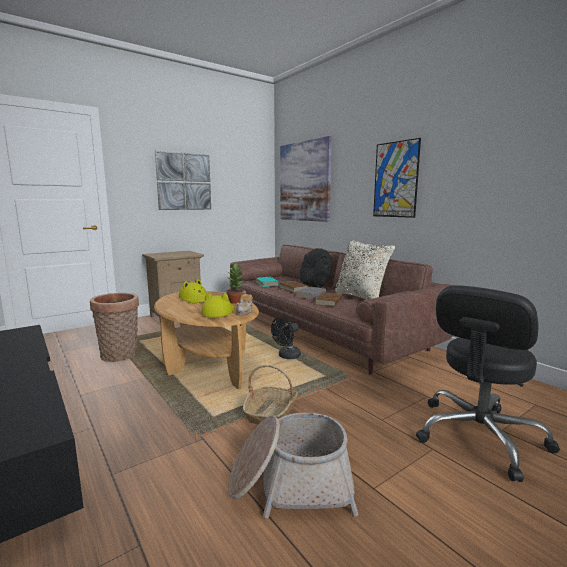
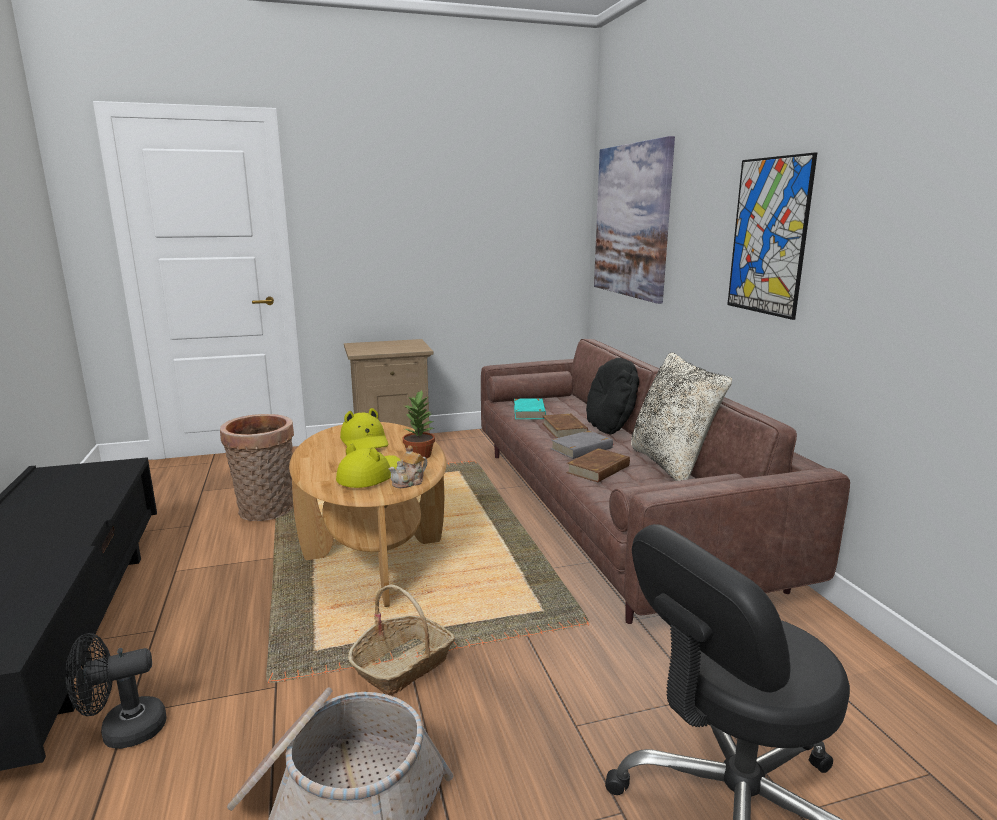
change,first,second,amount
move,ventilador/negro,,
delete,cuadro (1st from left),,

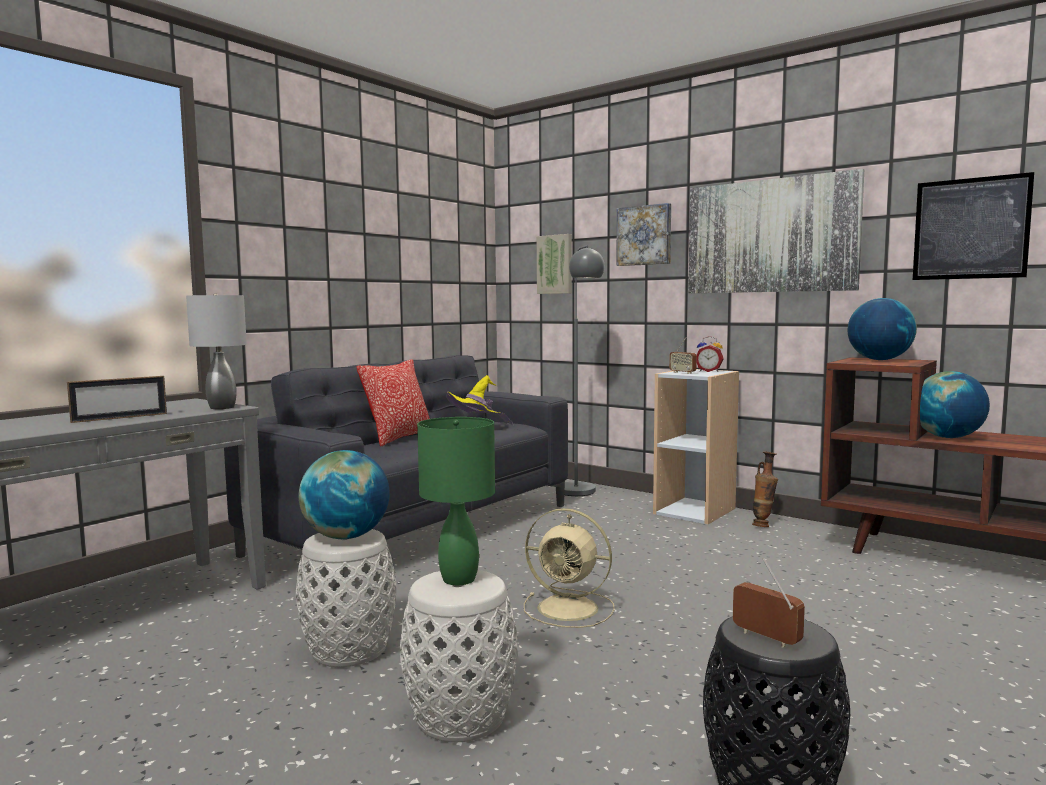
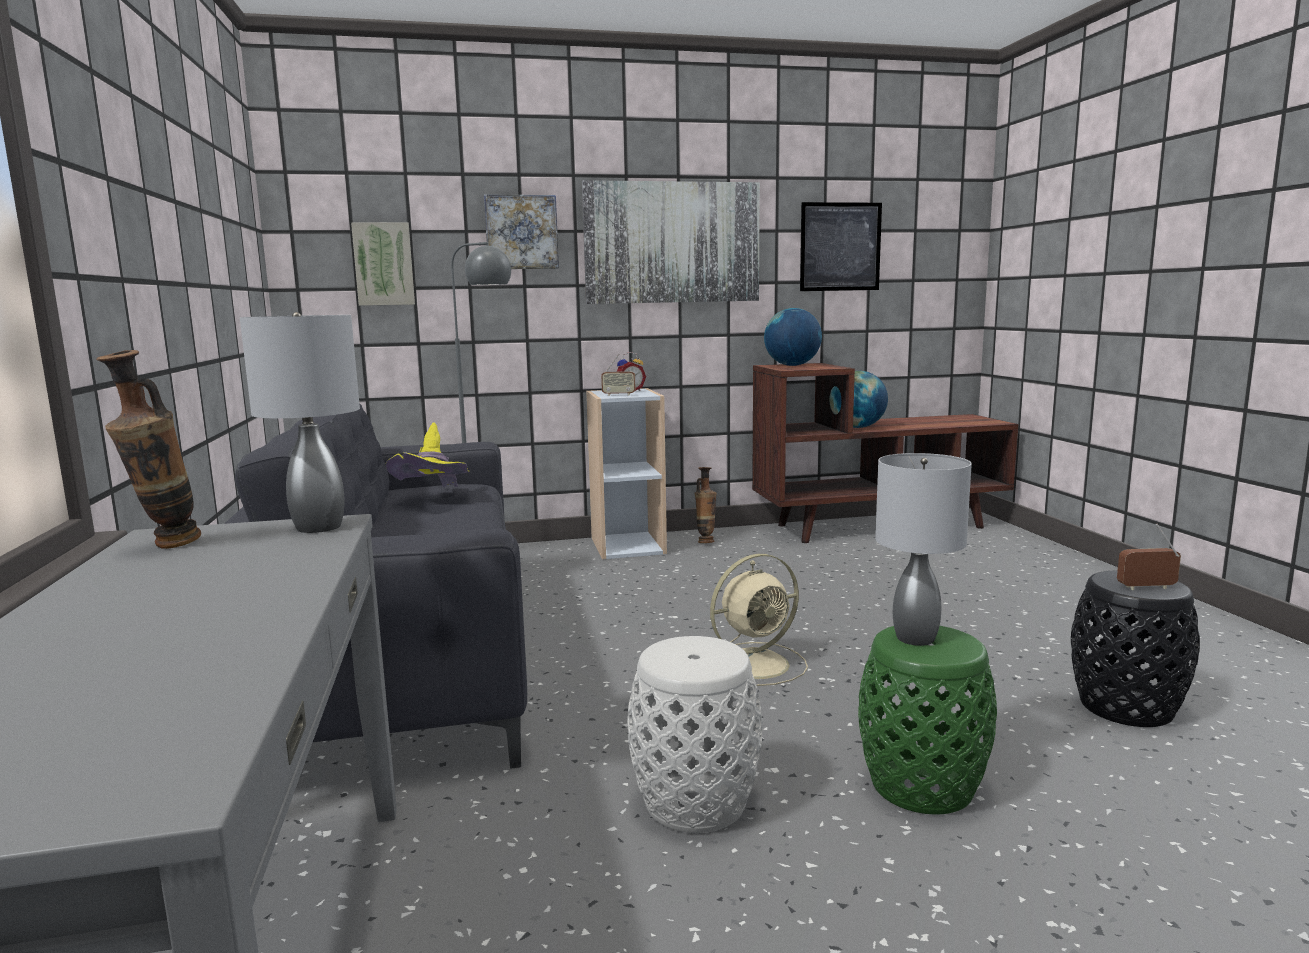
change,first,second,amount
insert,,florero (1st from left),
recolor,taburete/blanco (2nd from left),taburete/verde,
recolor,lámpara de mesa/verde,lámpara de mesa/gris (2nd from left),
delete,portarretratos,,
delete,globo terráqueo (1st from left),,
delete,cojín,,

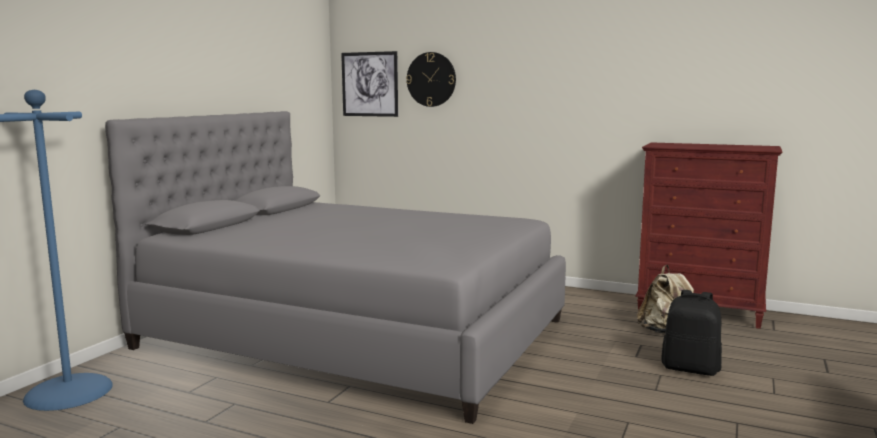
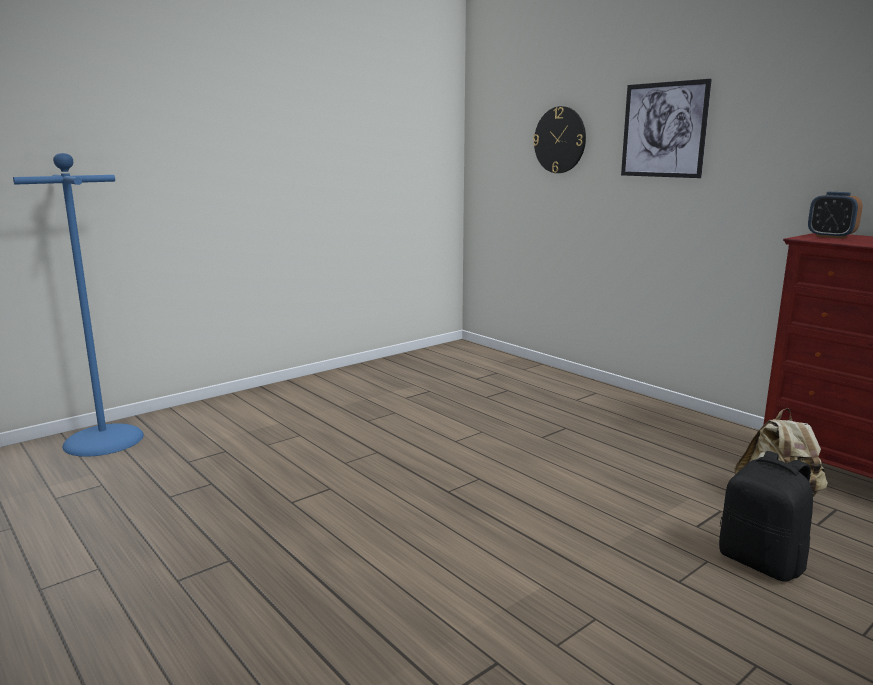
change,first,second,amount
move,cuadro,,
insert,,despertador,
delete,cama/gris,,

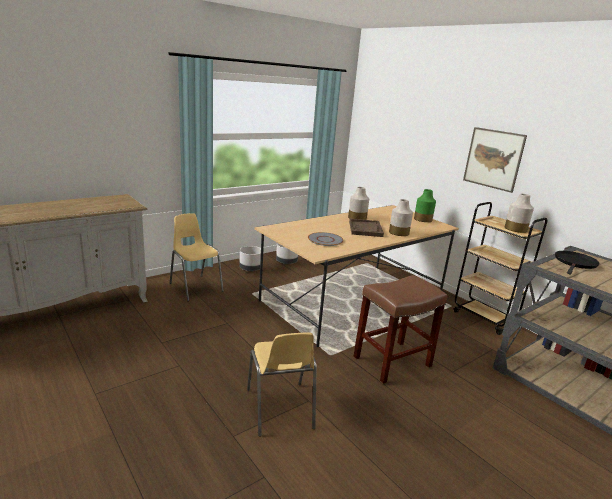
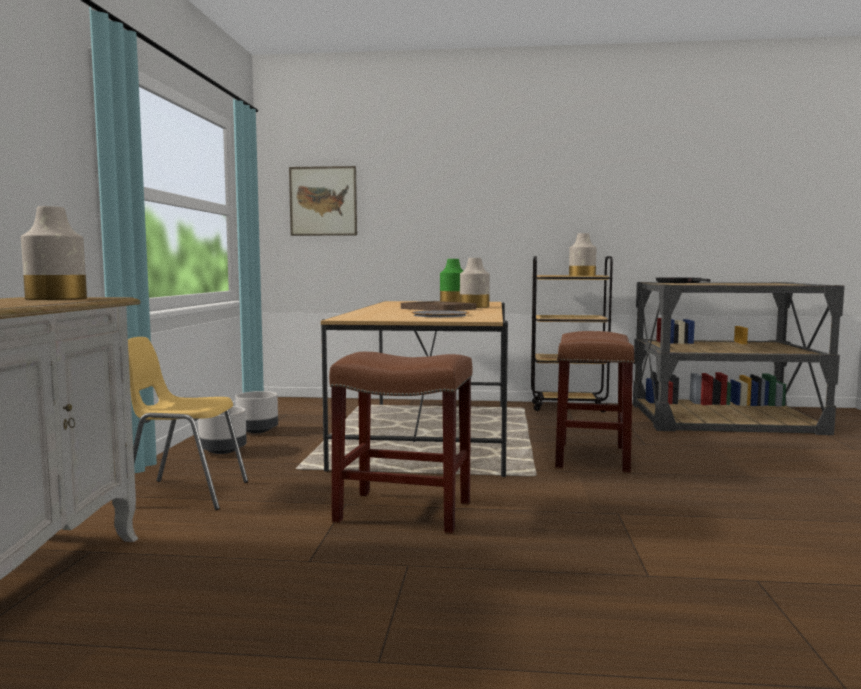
change,first,second,amount
move,florero/beis (1st from left),,
move,cuadro,,
insert,,taburete/marrón (1st from left),
delete,silla/amarillo (2nd from left),,

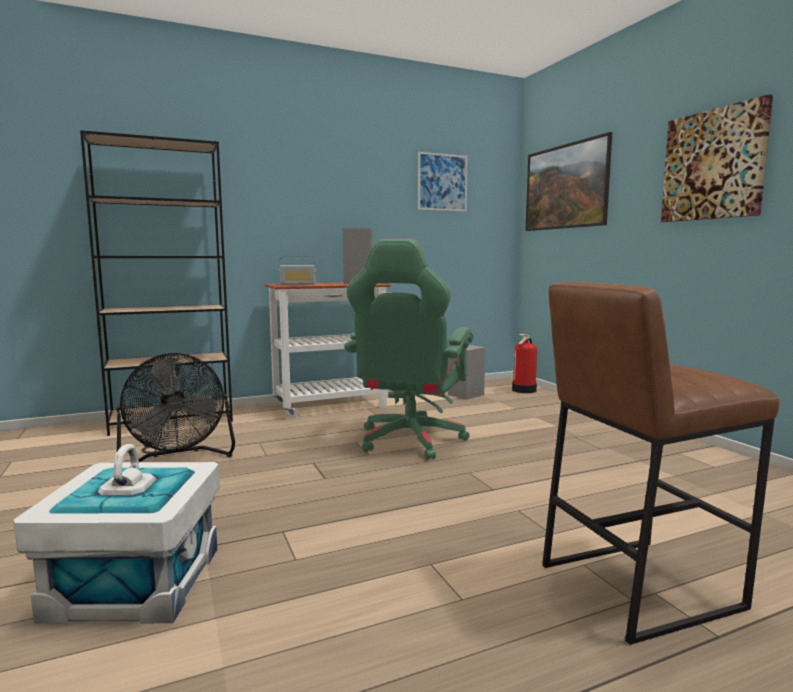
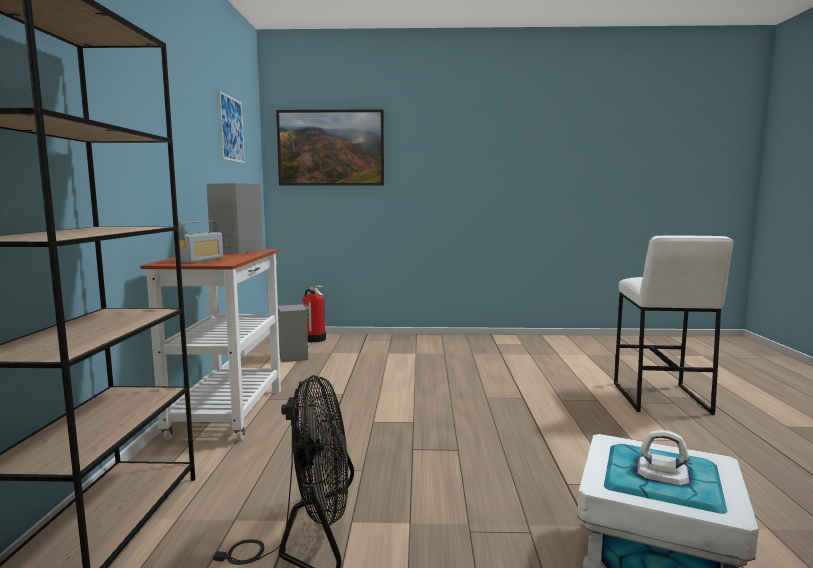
change,first,second,amount
recolor,taburete/marrón,taburete/blanco,
delete,silla de oficina/verde,,
delete,cuadro (3rd from left),,

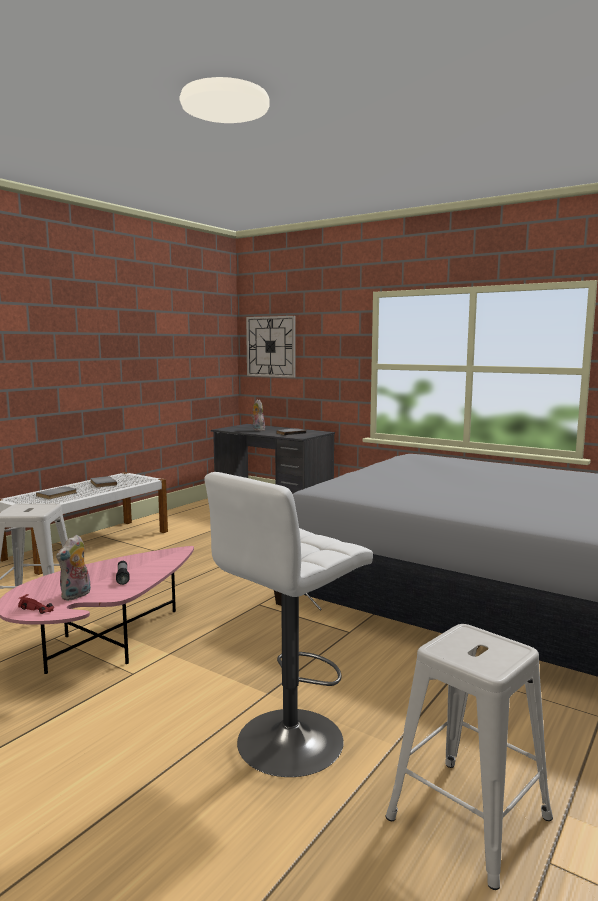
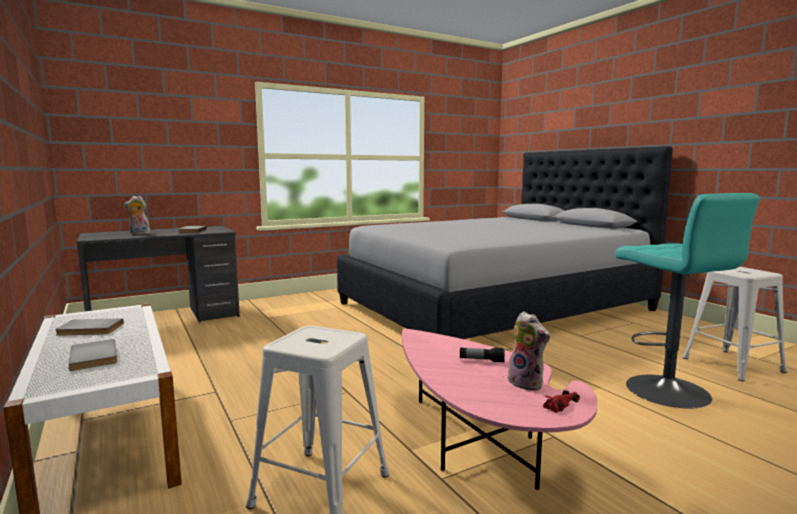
change,first,second,amount
recolor,taburete/blanco (2nd from left),taburete/turquesa,
delete,reloj de pared,,

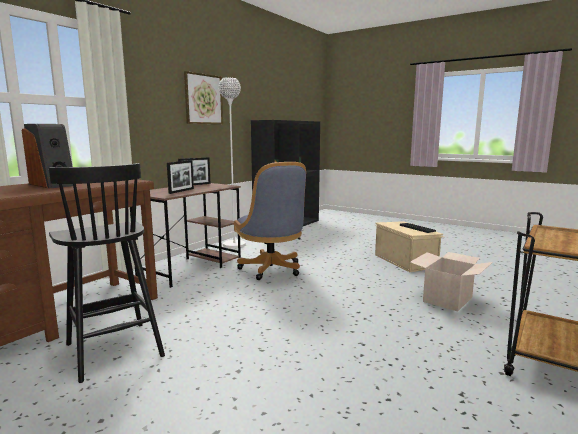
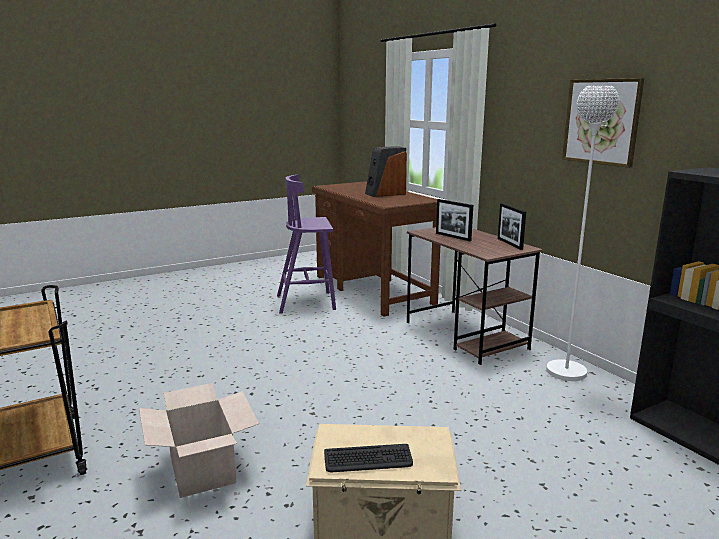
change,first,second,amount
recolor,taburete/negro,taburete/morado,
delete,silla de oficina/azul,,

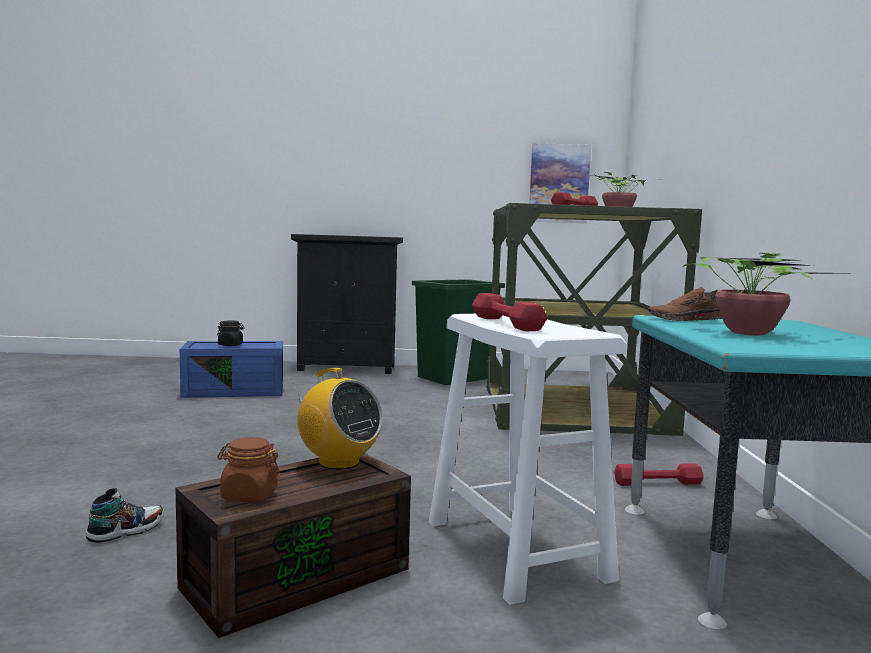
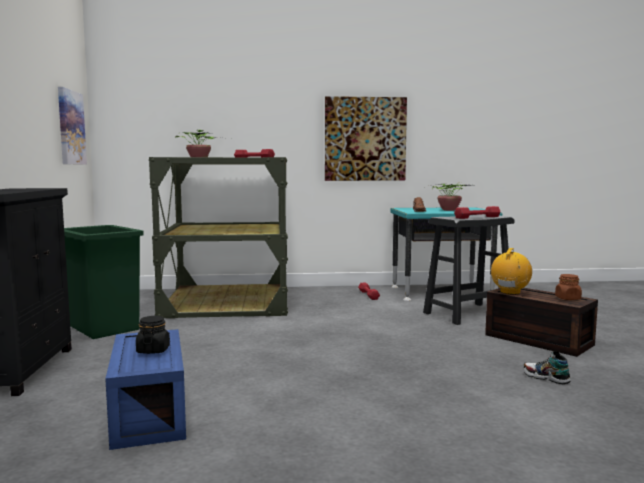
change,first,second,amount
insert,,cuadro (2nd from left),
recolor,taburete/blanco,taburete/negro,

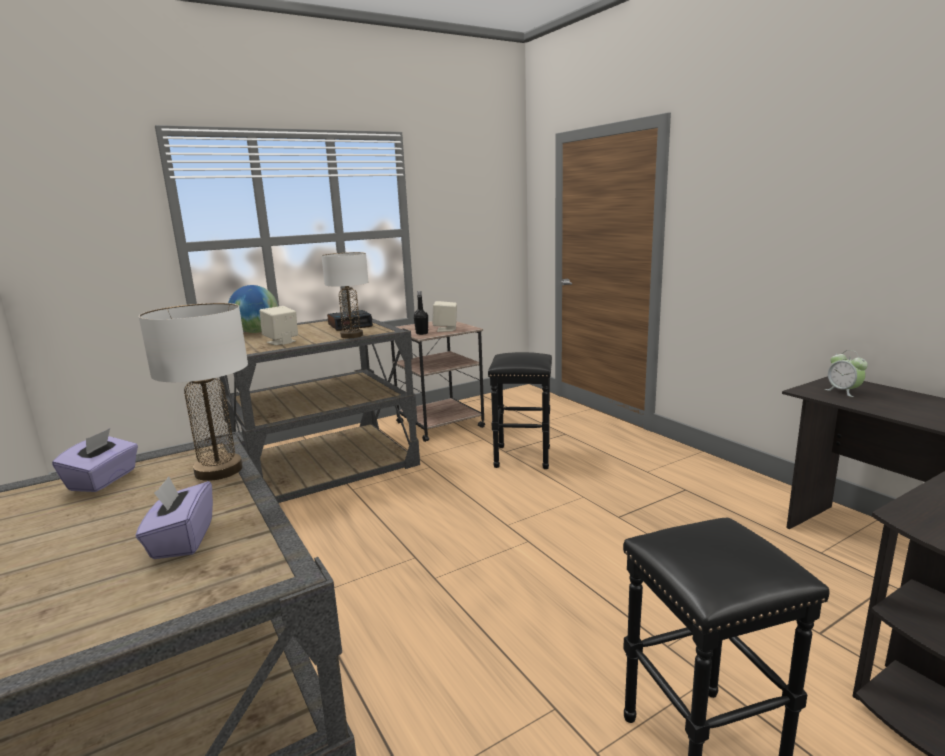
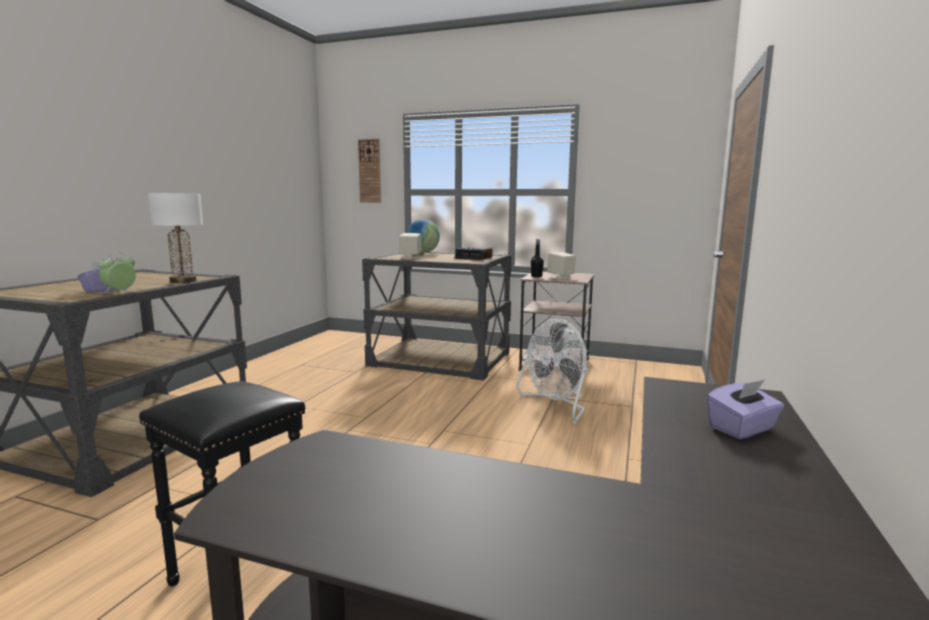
change,first,second,amount
move,despertador (2nd from left in the first image),despertador (1st from left),
insert,,reloj de pared,
replace,taburete/negro (1st from left),ventilador/blanco,
move,caja de pañuelos/morado (1st from left in the first image),caja de pañuelos/morado (2nd from left),
delete,lámpara de mesa (2nd from left),,

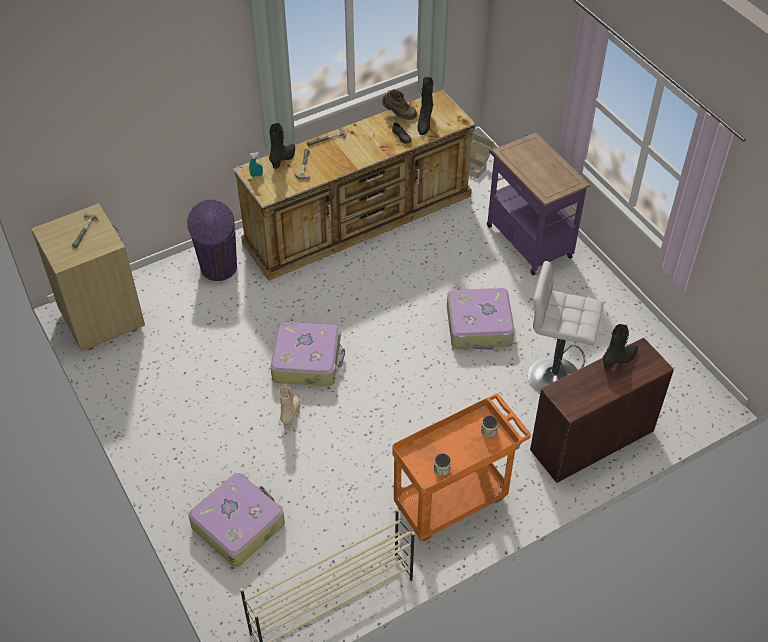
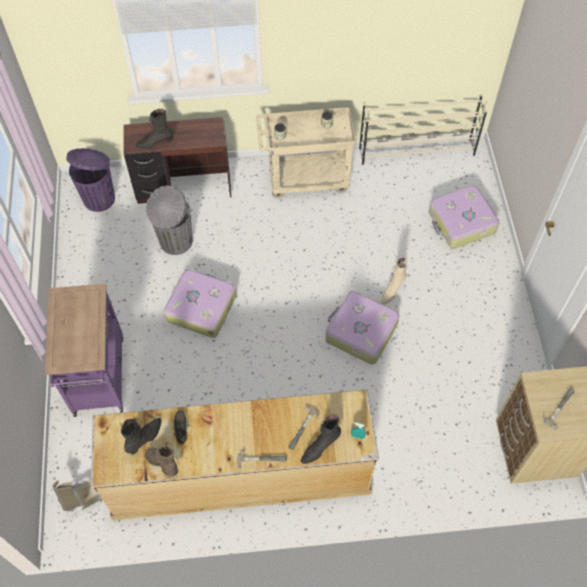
change,first,second,amount
move,papelera/morado,,
replace,taburete/blanco,papelera/gris,
recolor,carrito/naranja,carrito/beis,

